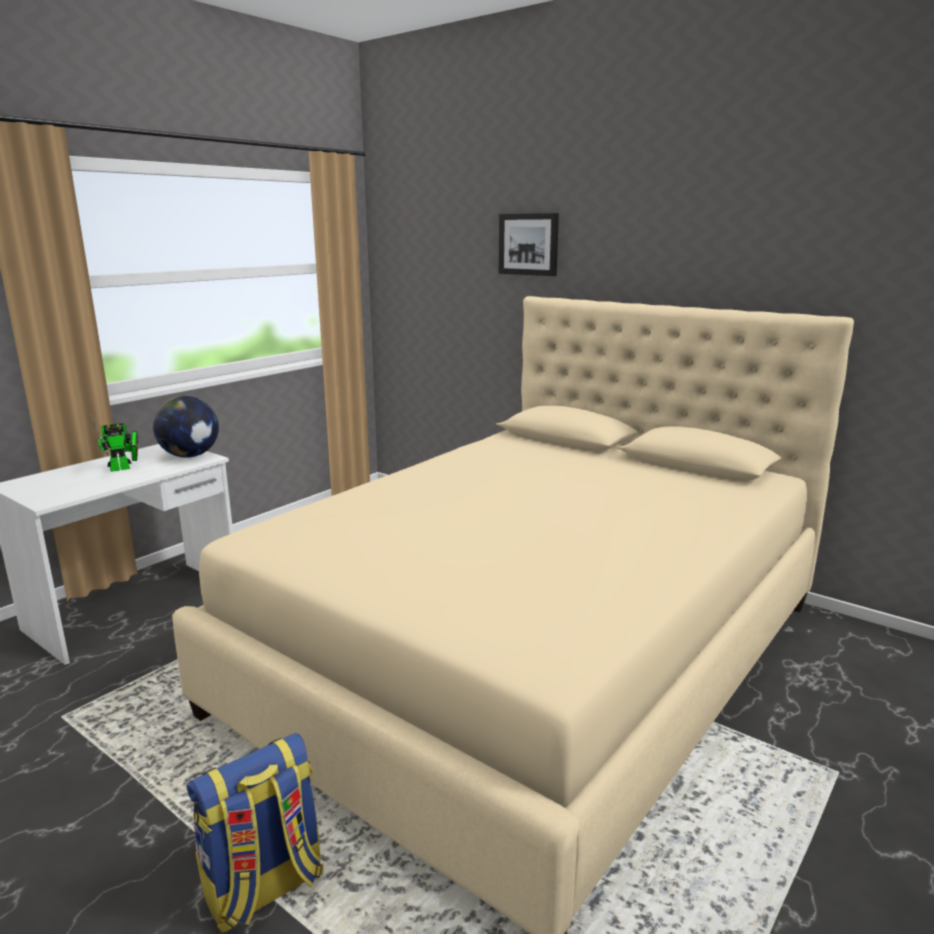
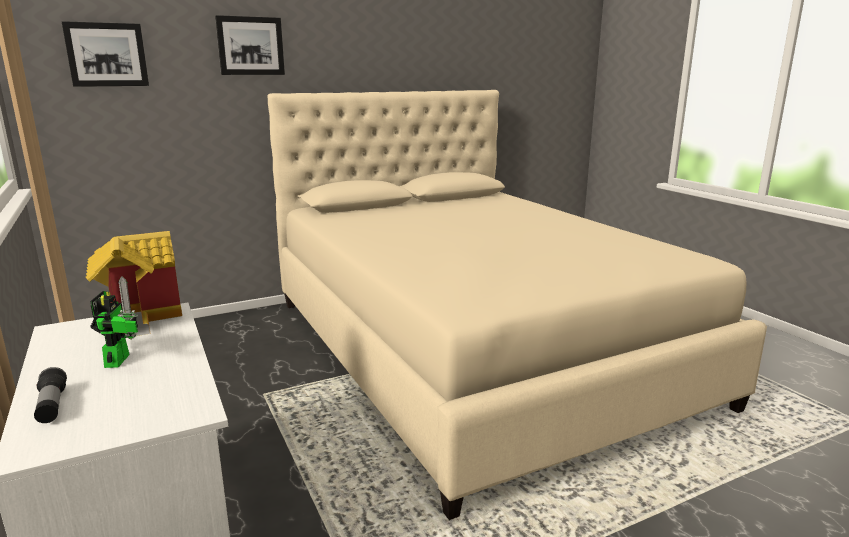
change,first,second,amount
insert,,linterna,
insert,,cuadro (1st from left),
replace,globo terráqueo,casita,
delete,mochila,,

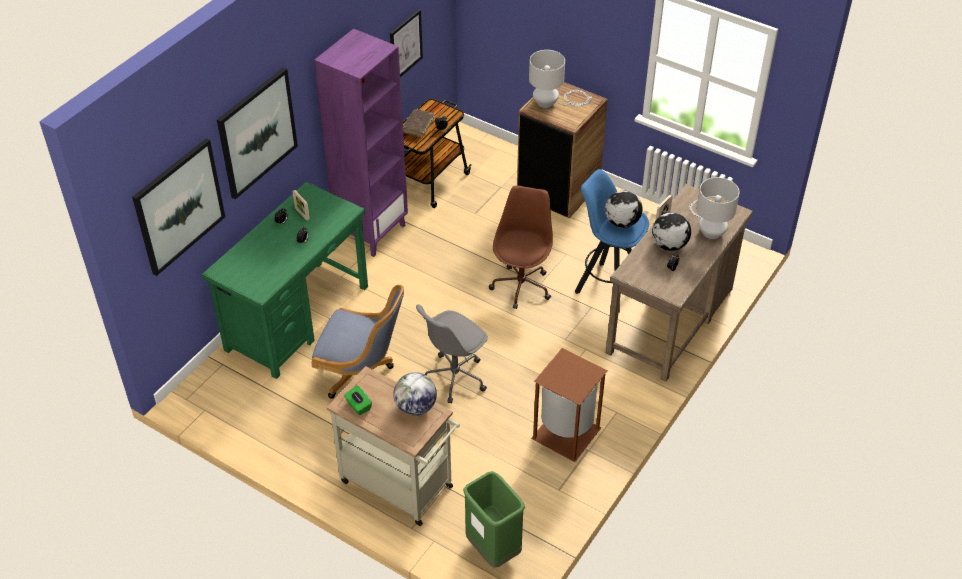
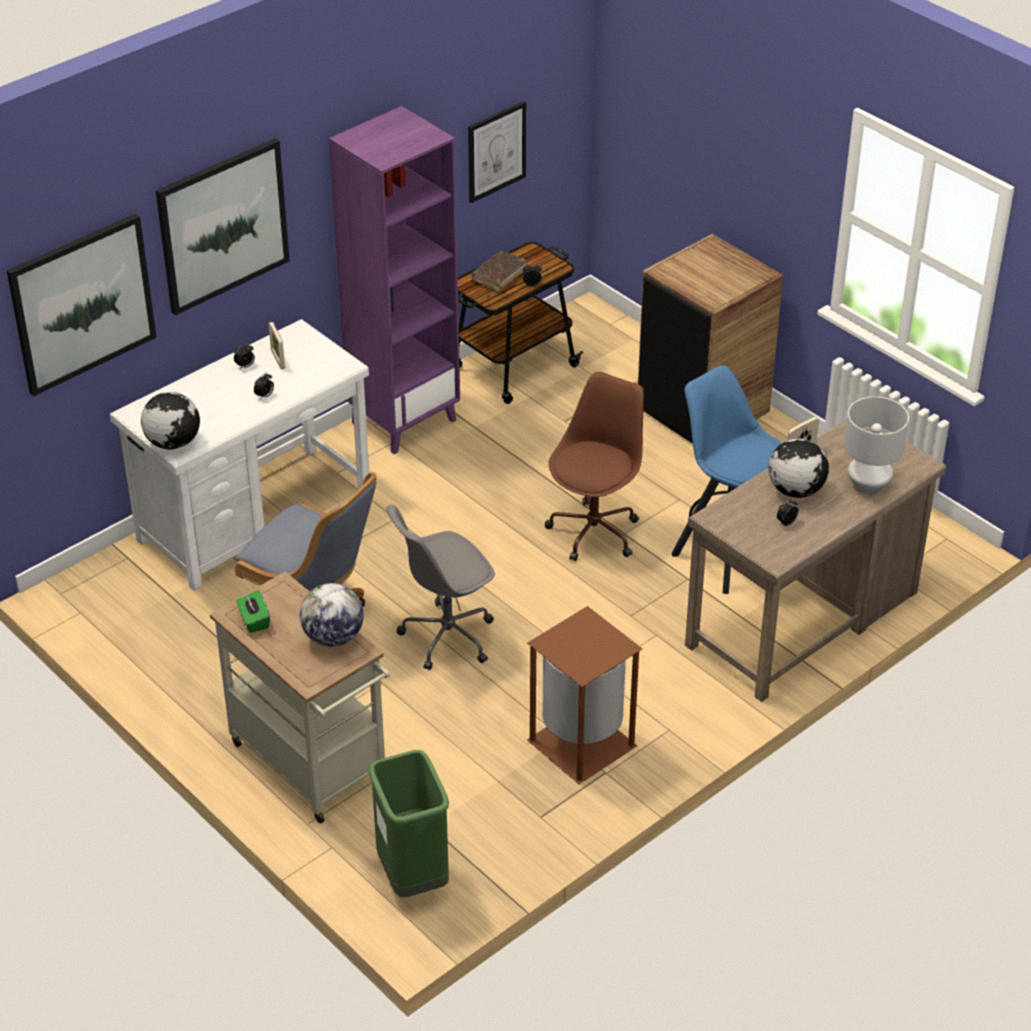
change,first,second,amount
recolor,escritorio/verde,escritorio/blanco,
move,globo terráqueo (2nd from left in the first image),globo terráqueo (1st from left),
delete,lámpara de mesa/gris (1st from left),,

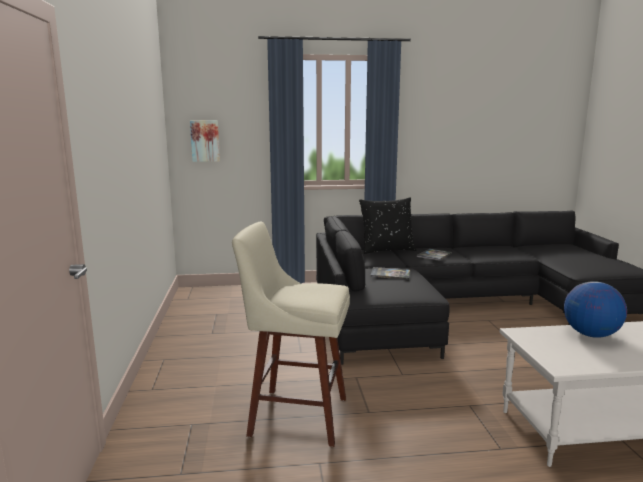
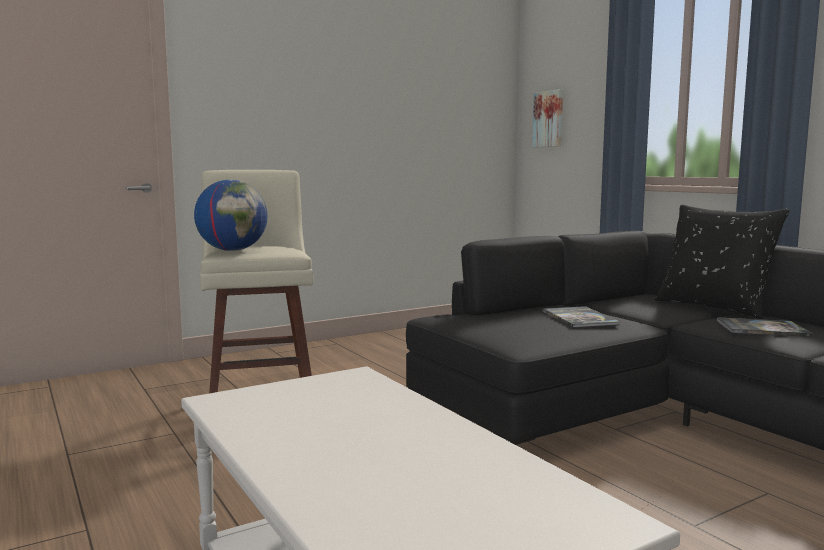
change,first,second,amount
move,globo terráqueo,,

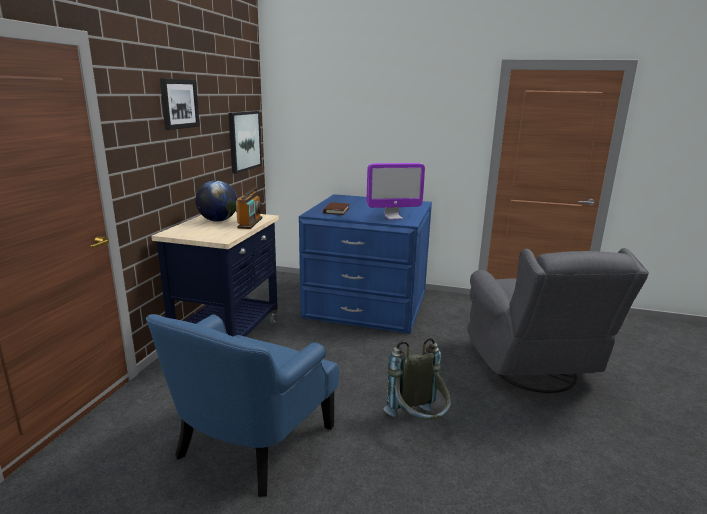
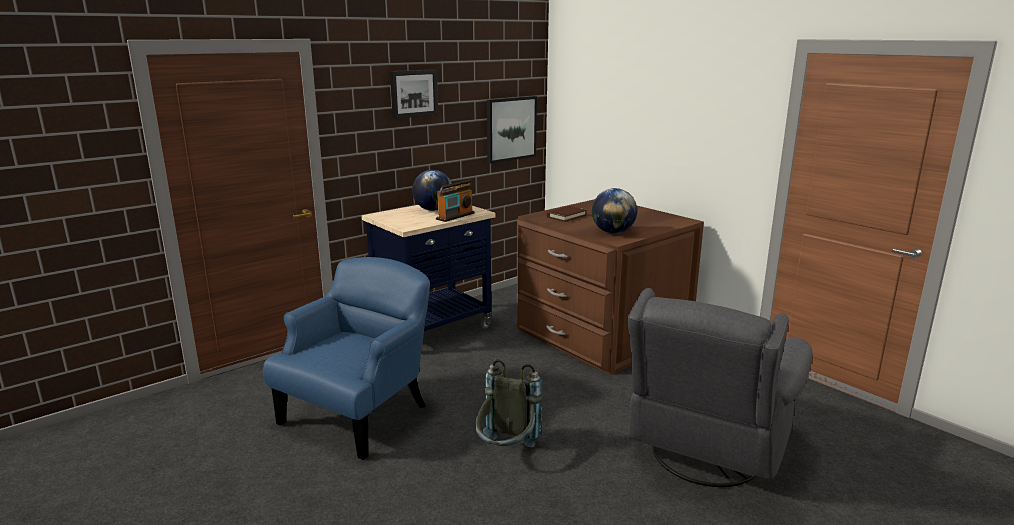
change,first,second,amount
rotate,sillón/azul,,150 degrees clockwise
recolor,cómoda/azul,cómoda/marrón,
replace,monitor,globo terráqueo (2nd from left),

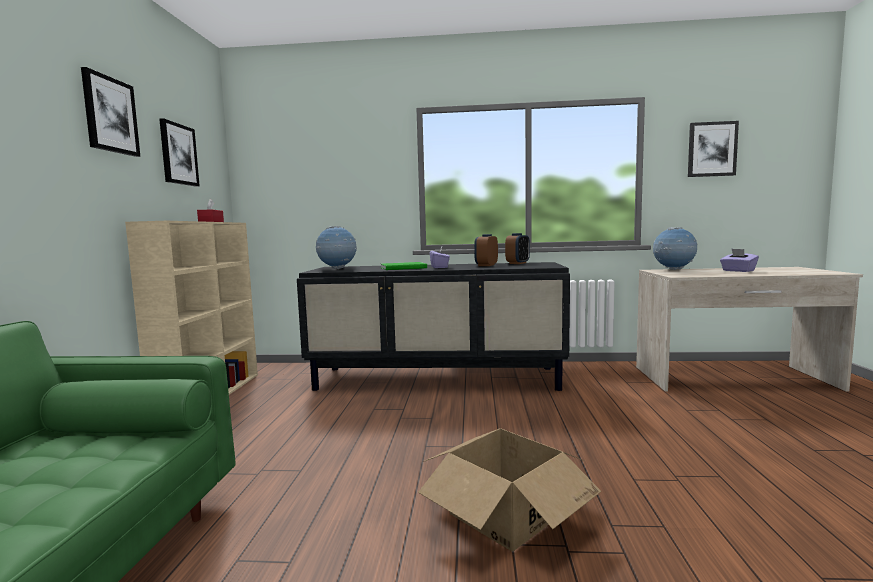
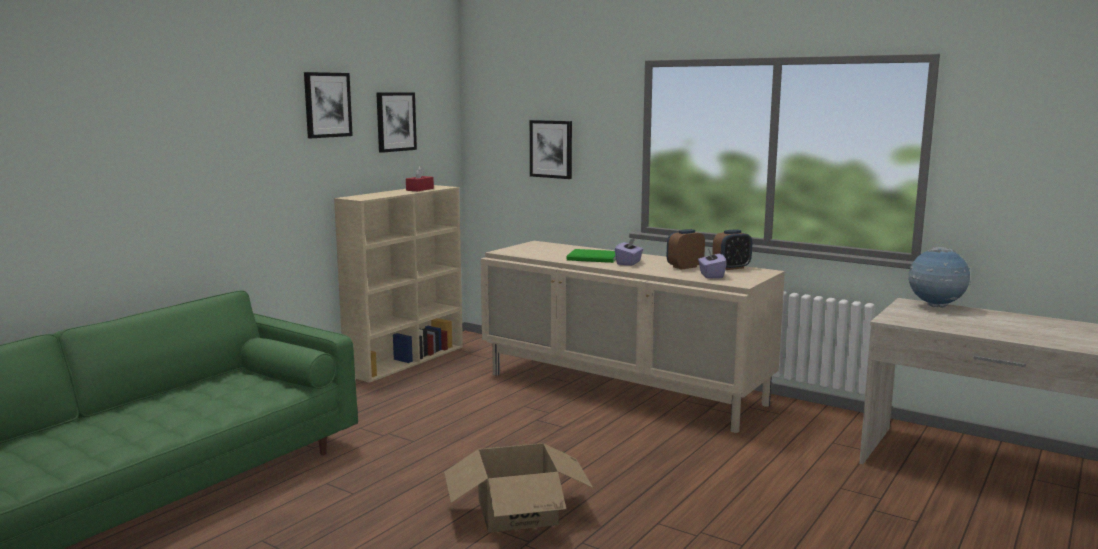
change,first,second,amount
recolor,armario/negro,armario/beis,
move,cuadro (3rd from left),,
move,caja de pañuelos/morado (2nd from left),,
delete,globo terráqueo (1st from left),,

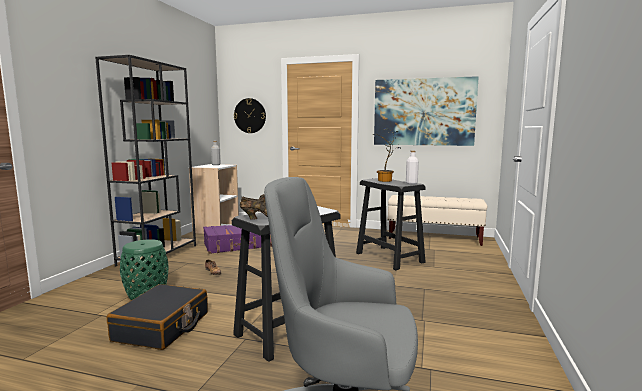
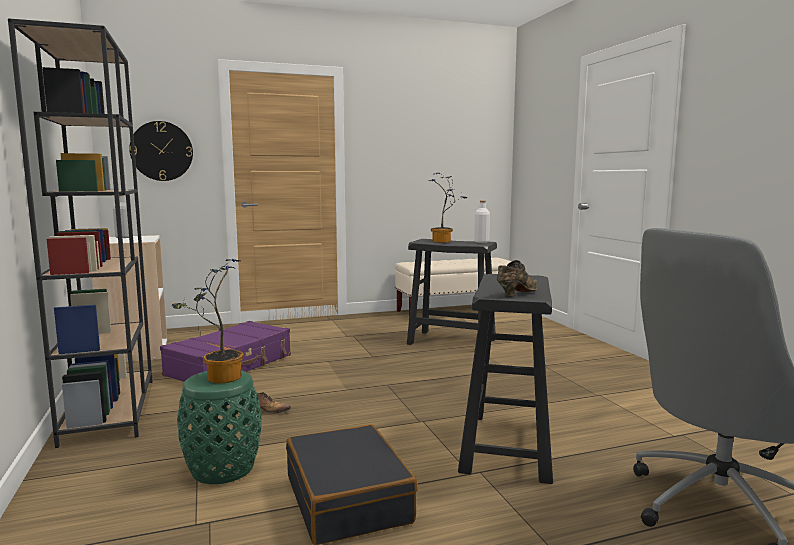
change,first,second,amount
insert,,planta en maceta (1st from left),
delete,cuadro,,

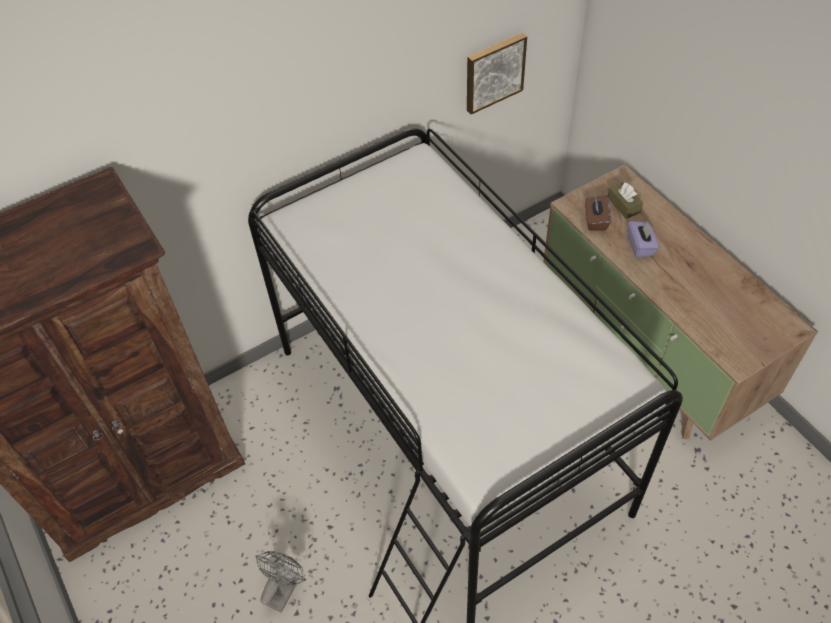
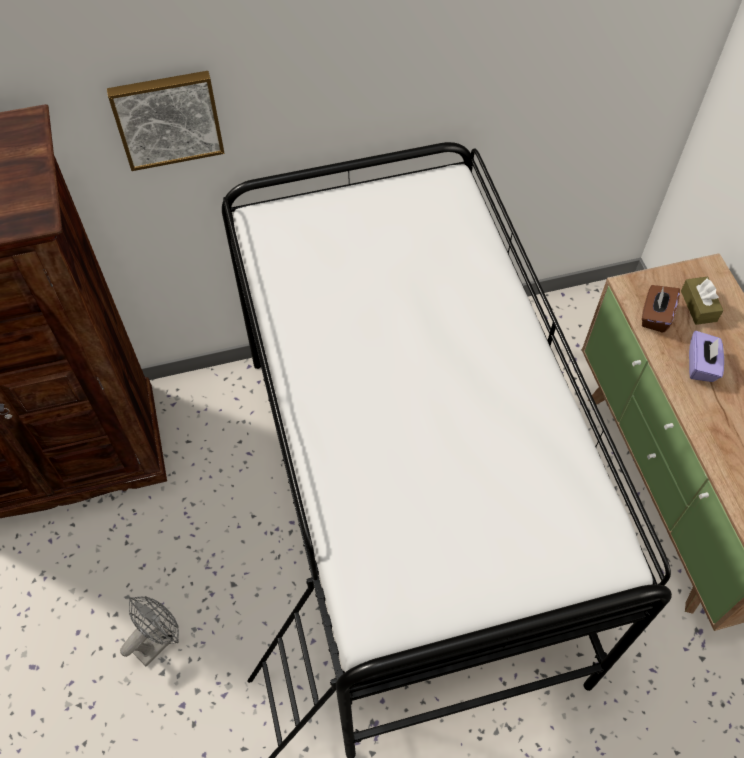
change,first,second,amount
move,cuadro,,

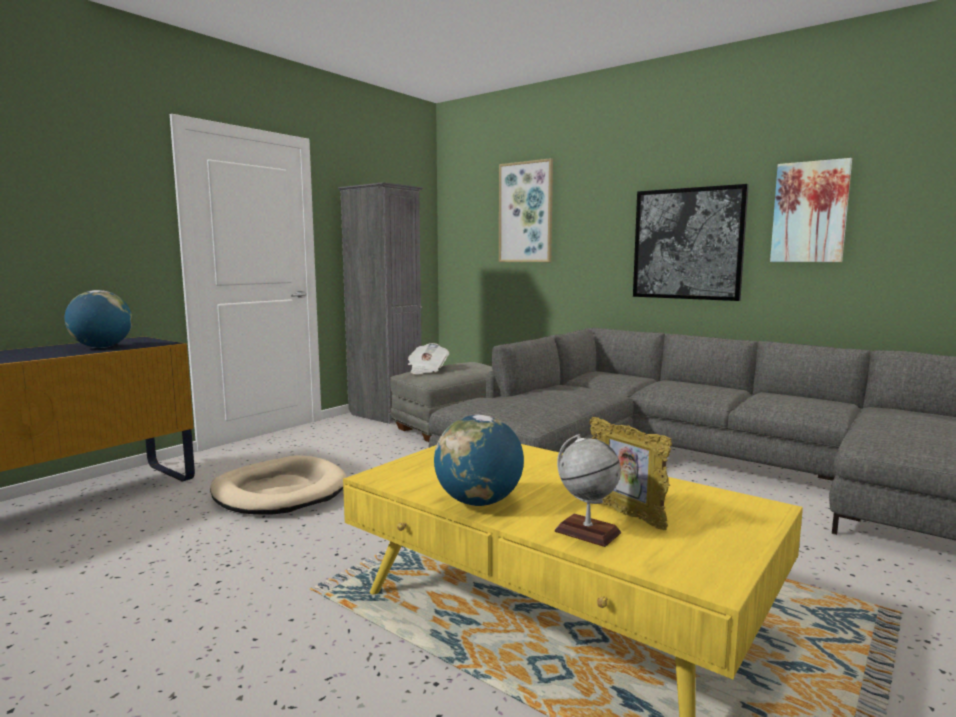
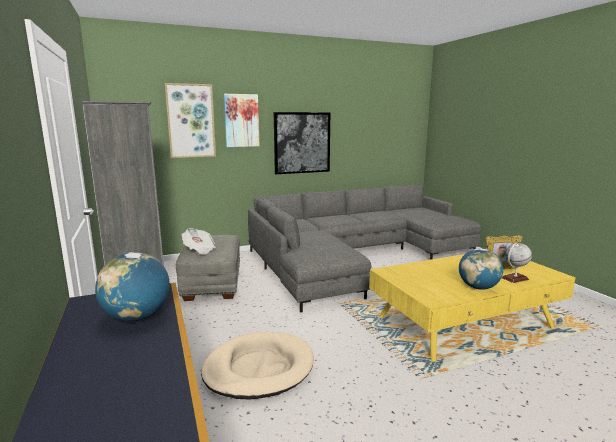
change,first,second,amount
move,cuadro (3rd from left in the first image),cuadro (2nd from left),

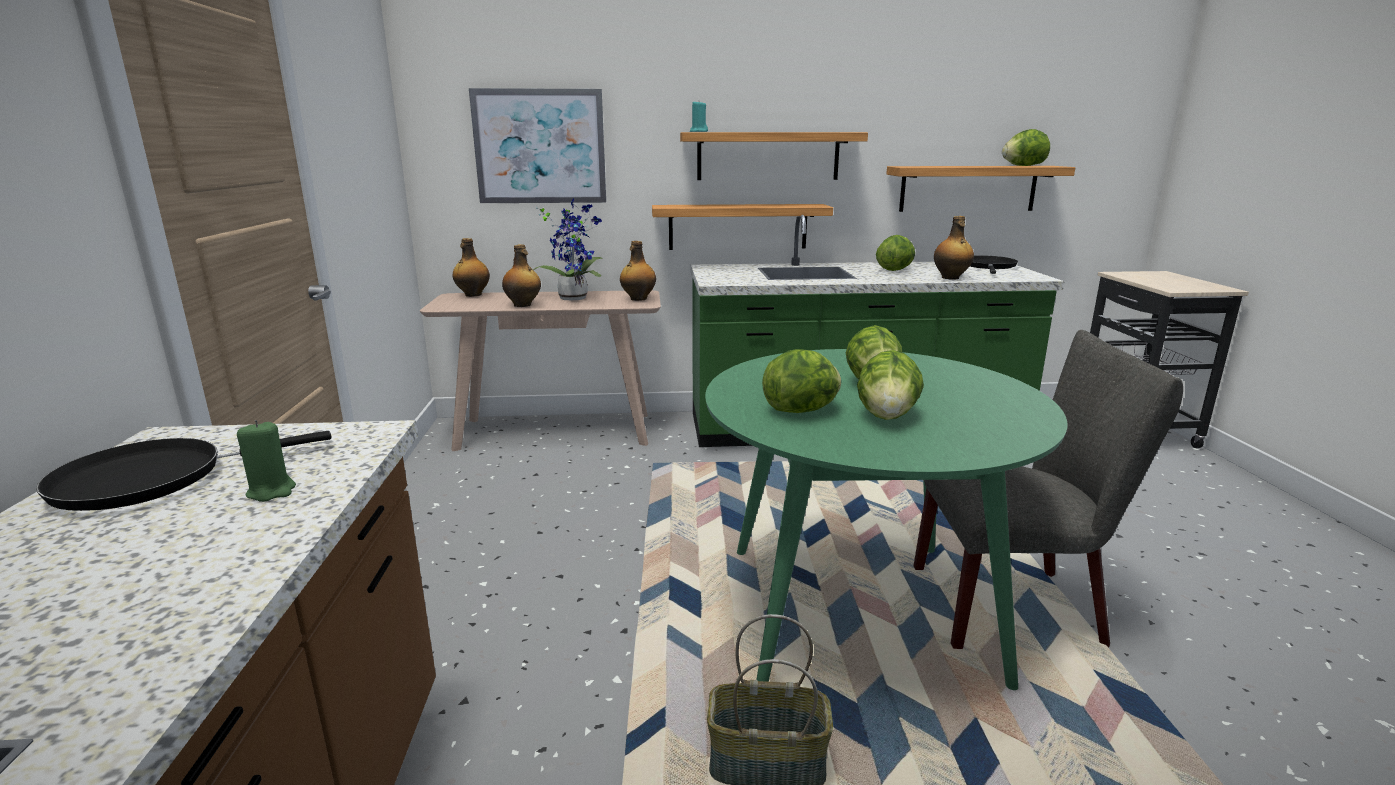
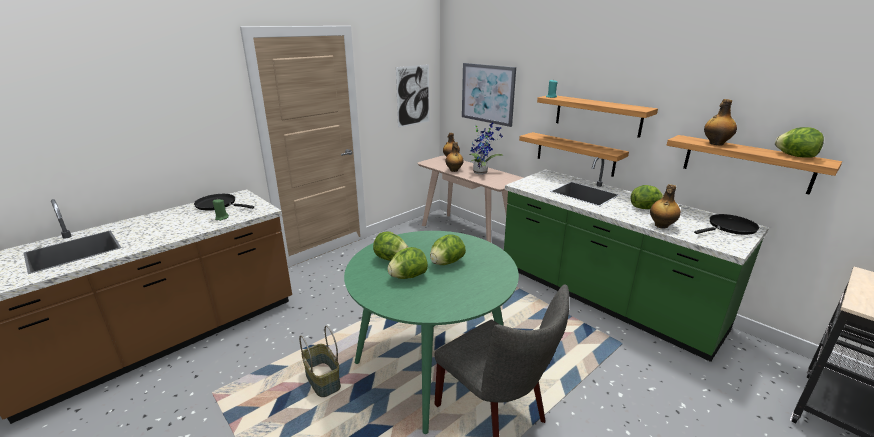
change,first,second,amount
insert,,cuadro (1st from left),
move,botella (3rd from left in the first image),botella (4th from left),

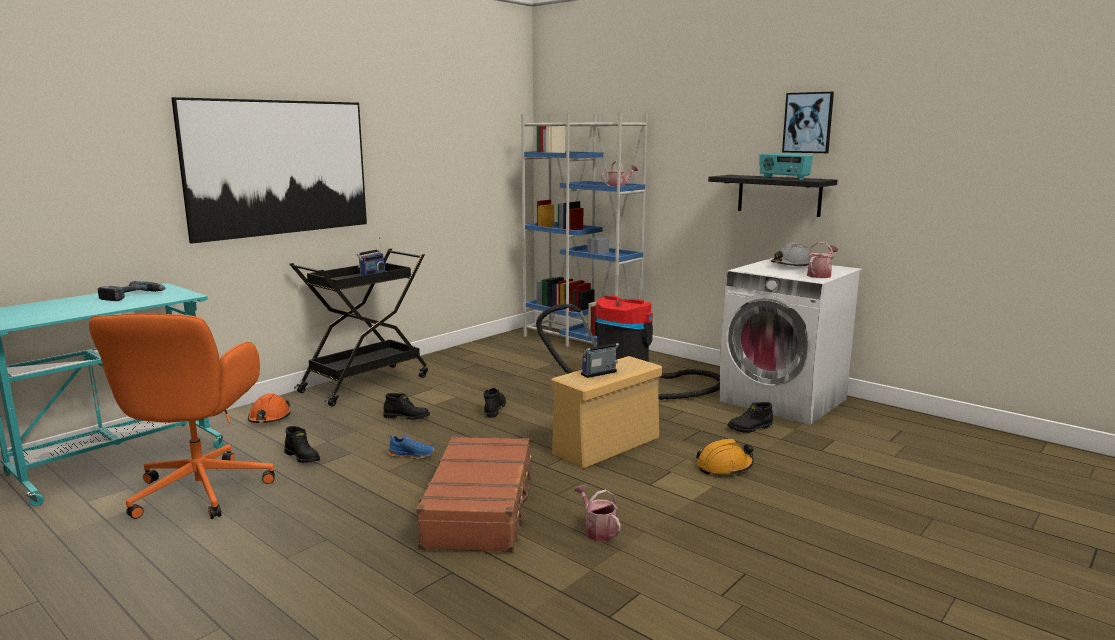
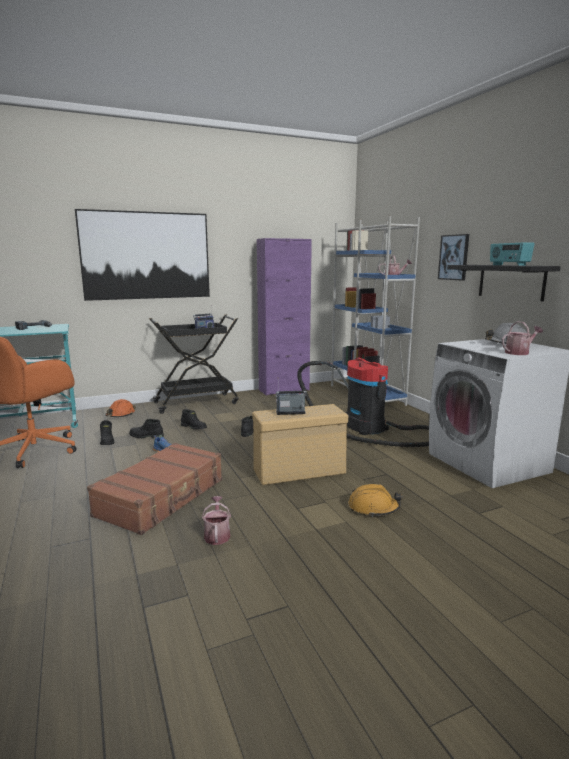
change,first,second,amount
move,bota/negro (4th from left in the first image),bota/negro (2nd from left),
insert,,armario/morado,
move,cuadro (2nd from left),,

